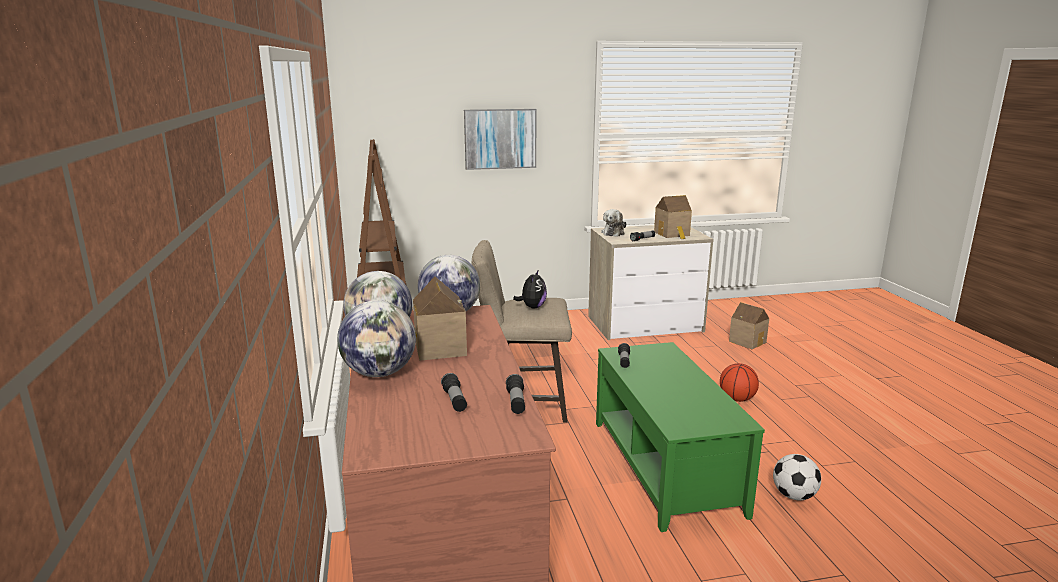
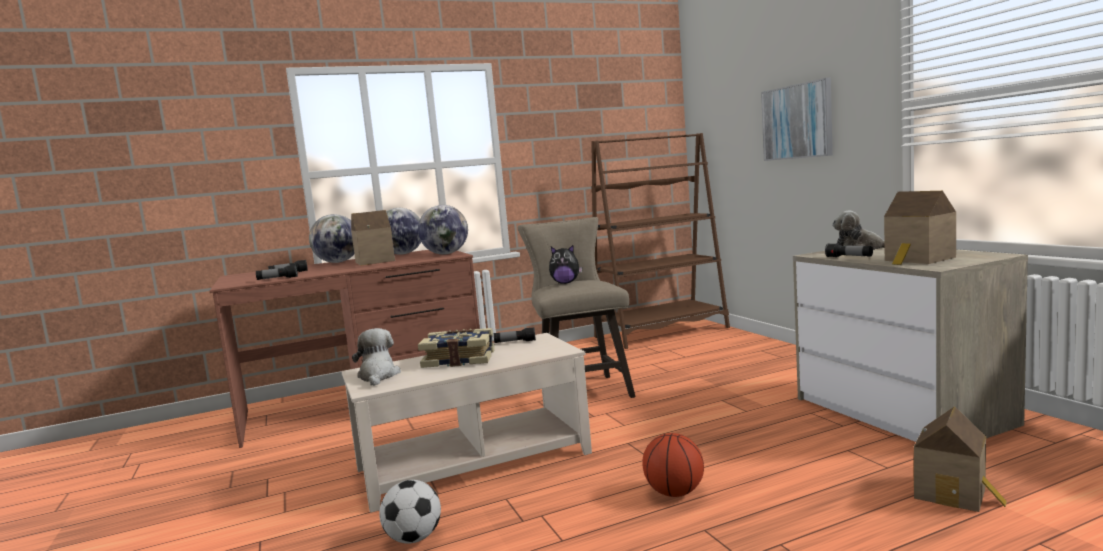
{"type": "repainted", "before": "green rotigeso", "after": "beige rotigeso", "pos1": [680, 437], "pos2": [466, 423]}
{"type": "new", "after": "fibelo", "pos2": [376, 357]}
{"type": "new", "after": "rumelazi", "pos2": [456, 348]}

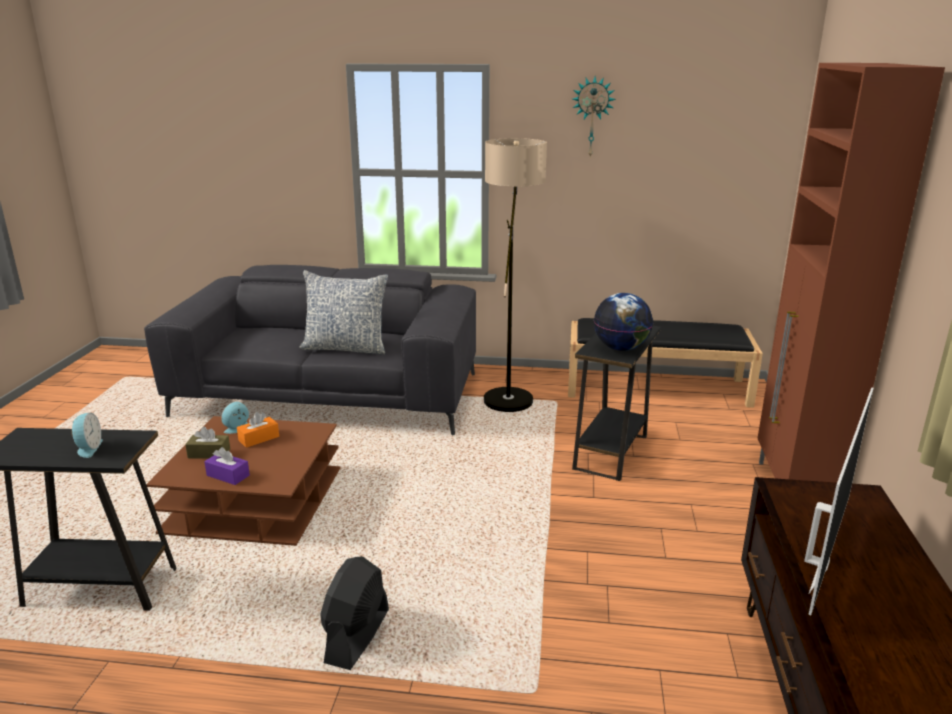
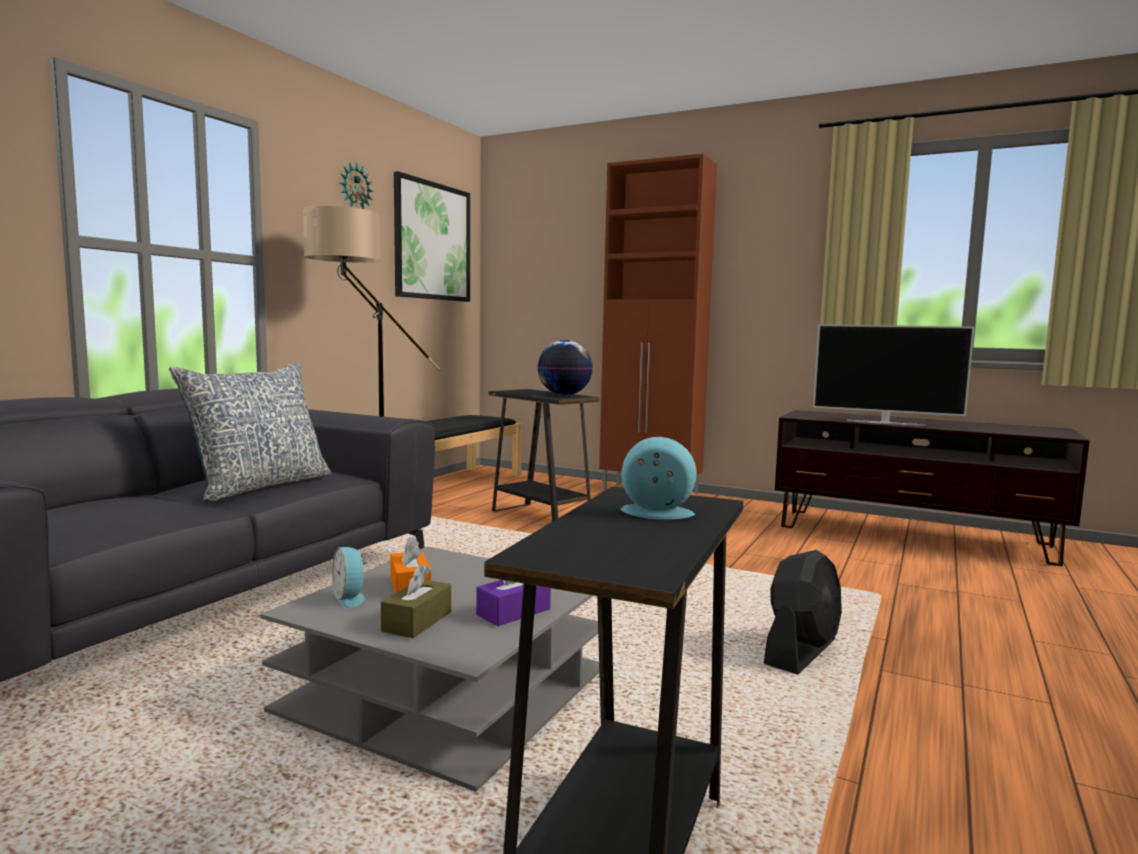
{"type": "repainted", "before": "brown rotigeso", "after": "grey rotigeso", "pos1": [243, 481], "pos2": [429, 669]}
{"type": "rotated", "before": "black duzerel", "pos1": [354, 613], "pos2": [803, 612], "turn": -90}
{"type": "rotated", "before": "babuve", "pos1": [839, 501], "pos2": [893, 375], "turn": 150}
{"type": "new", "after": "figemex", "pos2": [432, 236]}

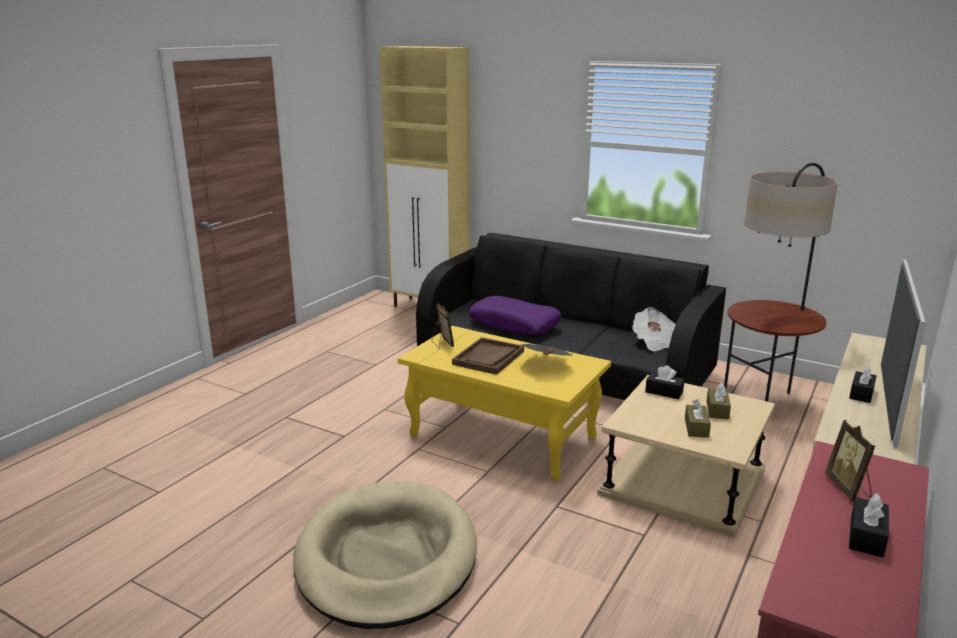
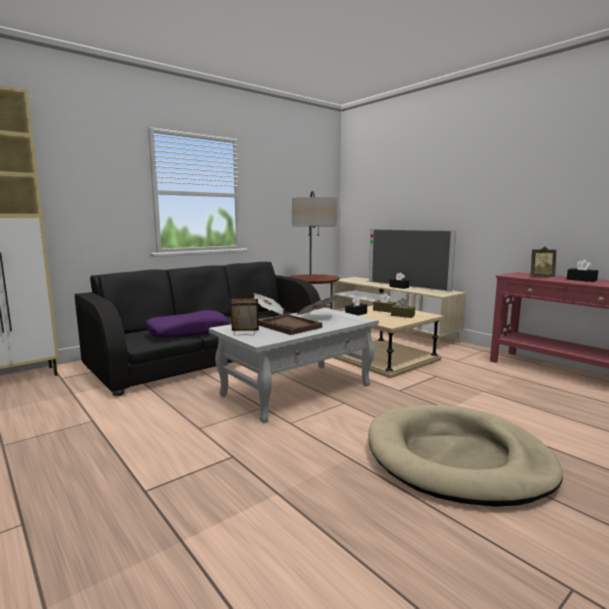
{"type": "repainted", "before": "yellow rotigeso", "after": "white rotigeso", "pos1": [504, 403], "pos2": [294, 365]}

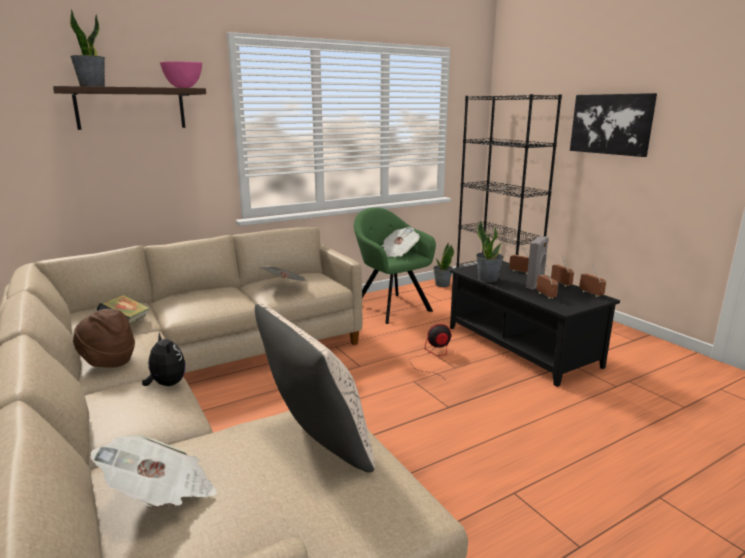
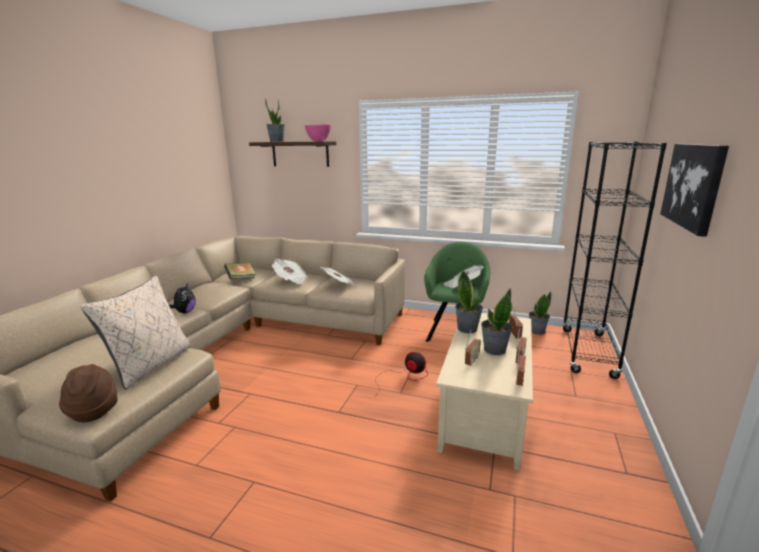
{"type": "shifted", "before": "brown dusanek", "pos1": [104, 338], "pos2": [88, 393]}
{"type": "shifted", "before": "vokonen", "pos1": [153, 470], "pos2": [290, 271]}
{"type": "repainted", "before": "black rotigeso", "after": "beige rotigeso", "pos1": [535, 324], "pos2": [484, 392]}
{"type": "swapped", "before": "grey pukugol", "after": "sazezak", "pos1": [537, 263], "pos2": [497, 321]}

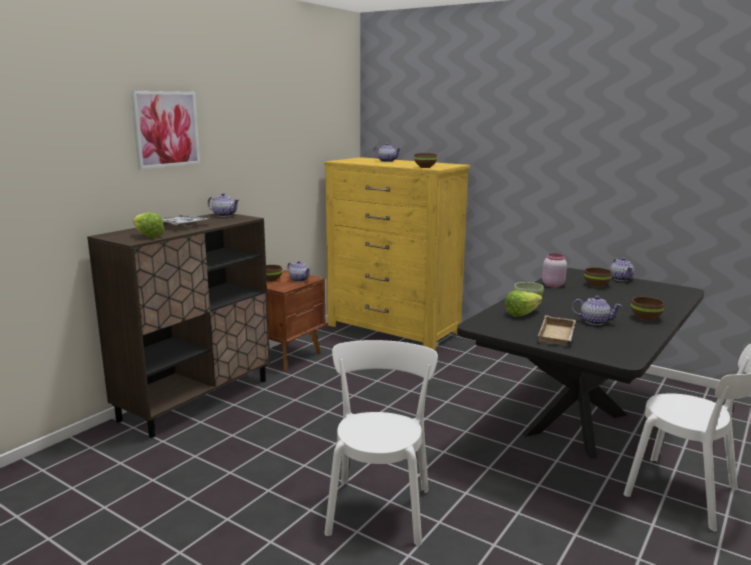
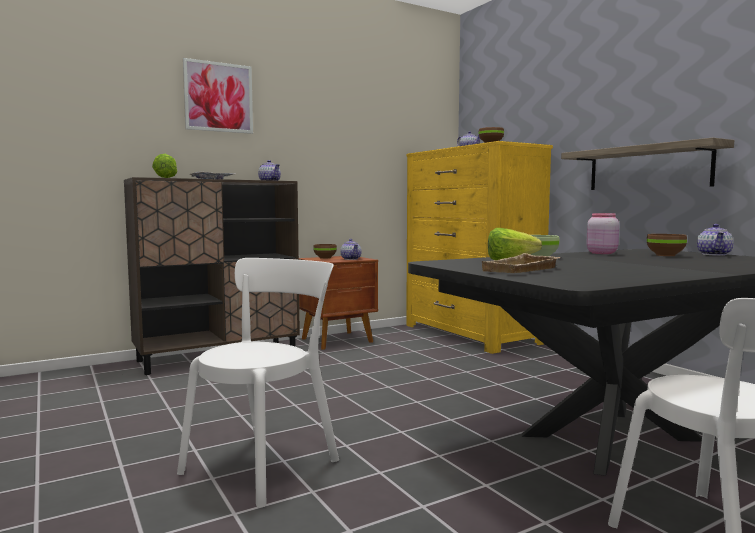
{"type": "gone", "before": "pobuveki", "pos1": [597, 310]}
{"type": "gone", "before": "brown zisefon", "pos1": [648, 309]}
{"type": "new", "after": "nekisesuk", "pos2": [647, 164]}

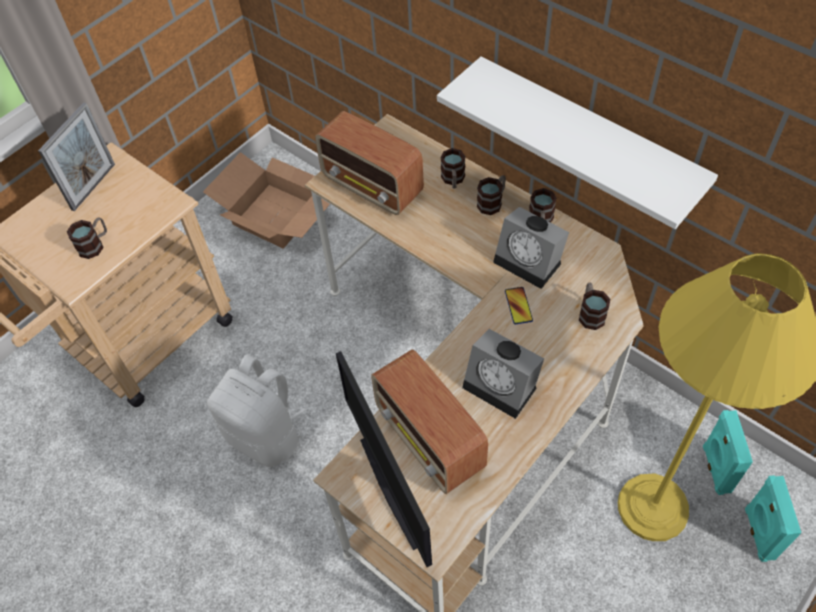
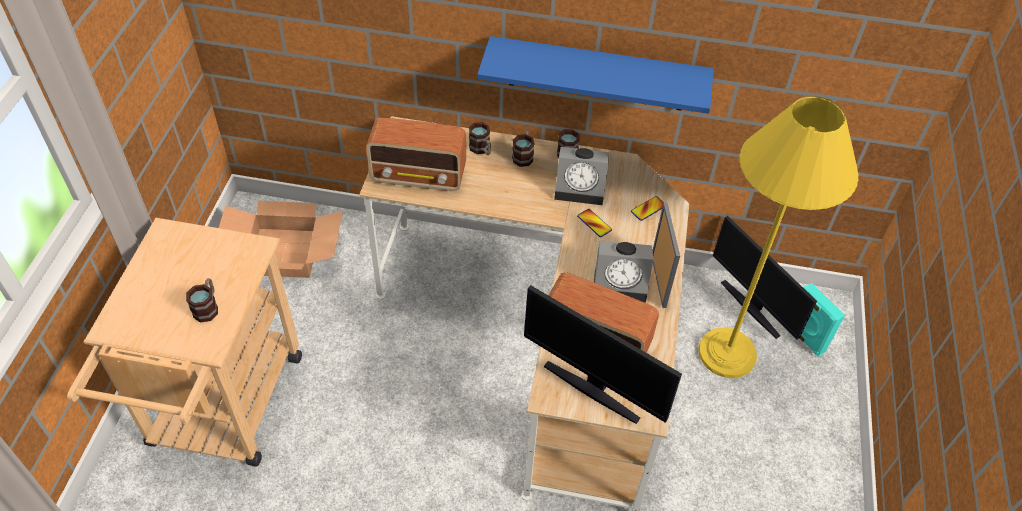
{"type": "shifted", "before": "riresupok", "pos1": [76, 156], "pos2": [666, 255]}
{"type": "gone", "before": "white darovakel", "pos1": [256, 411]}
{"type": "repainted", "before": "white nekisesuk", "after": "blue nekisesuk", "pos1": [577, 142], "pos2": [595, 75]}
{"type": "swapped", "before": "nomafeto", "after": "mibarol", "pos1": [594, 306], "pos2": [647, 208]}
{"type": "swapped", "before": "turquoise pukugol", "after": "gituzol", "pos1": [728, 452], "pos2": [765, 278]}

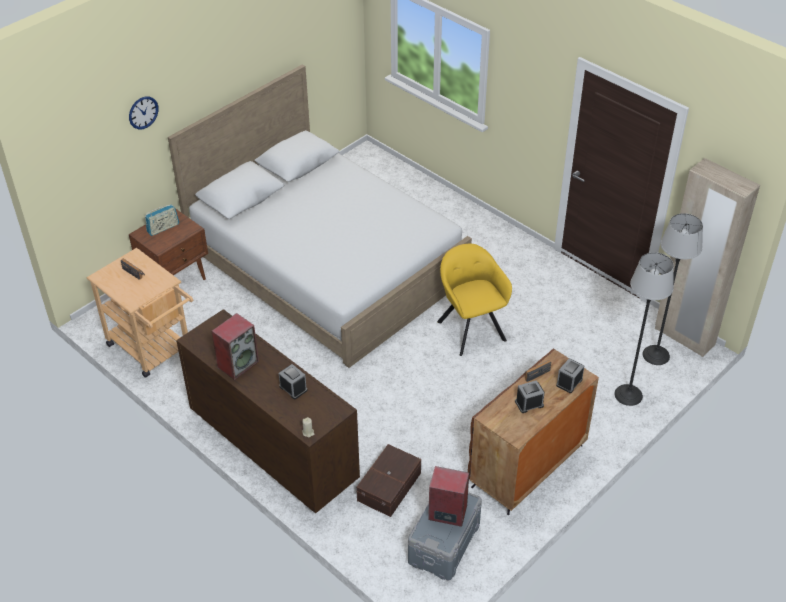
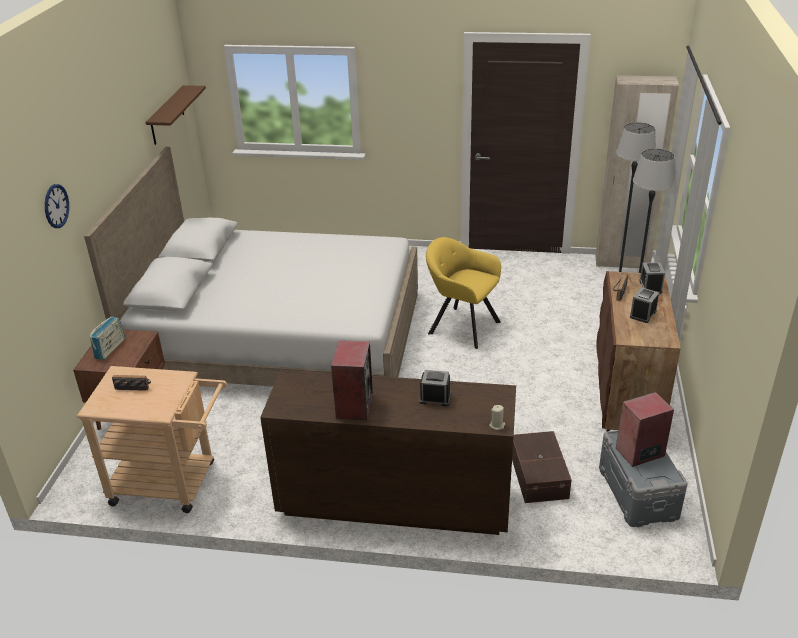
{"type": "new", "after": "brown nekisesuk", "pos2": [175, 115]}

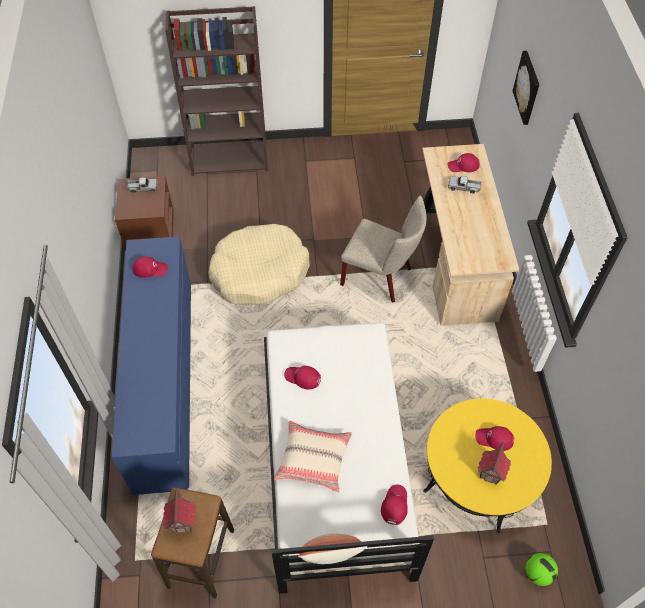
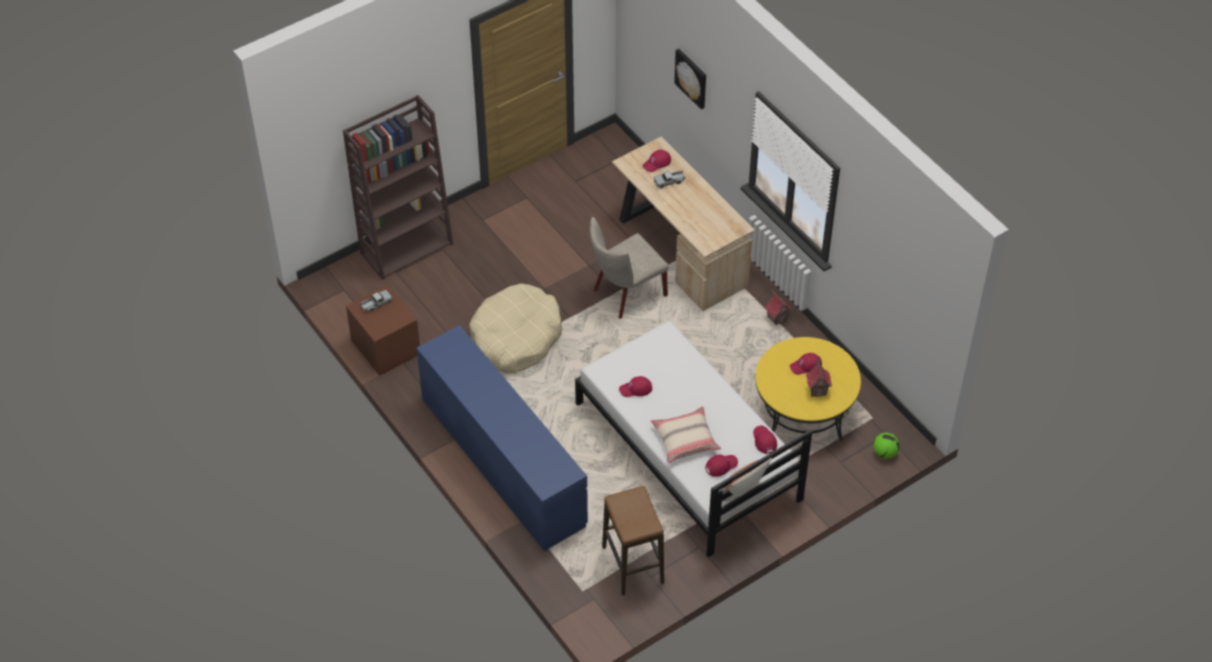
{"type": "shifted", "before": "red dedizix", "pos1": [150, 267], "pos2": [721, 465]}
{"type": "shifted", "before": "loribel", "pos1": [179, 510], "pos2": [778, 306]}
{"type": "rotated", "before": "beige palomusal", "pos1": [383, 249], "pos2": [629, 268], "turn": 150}

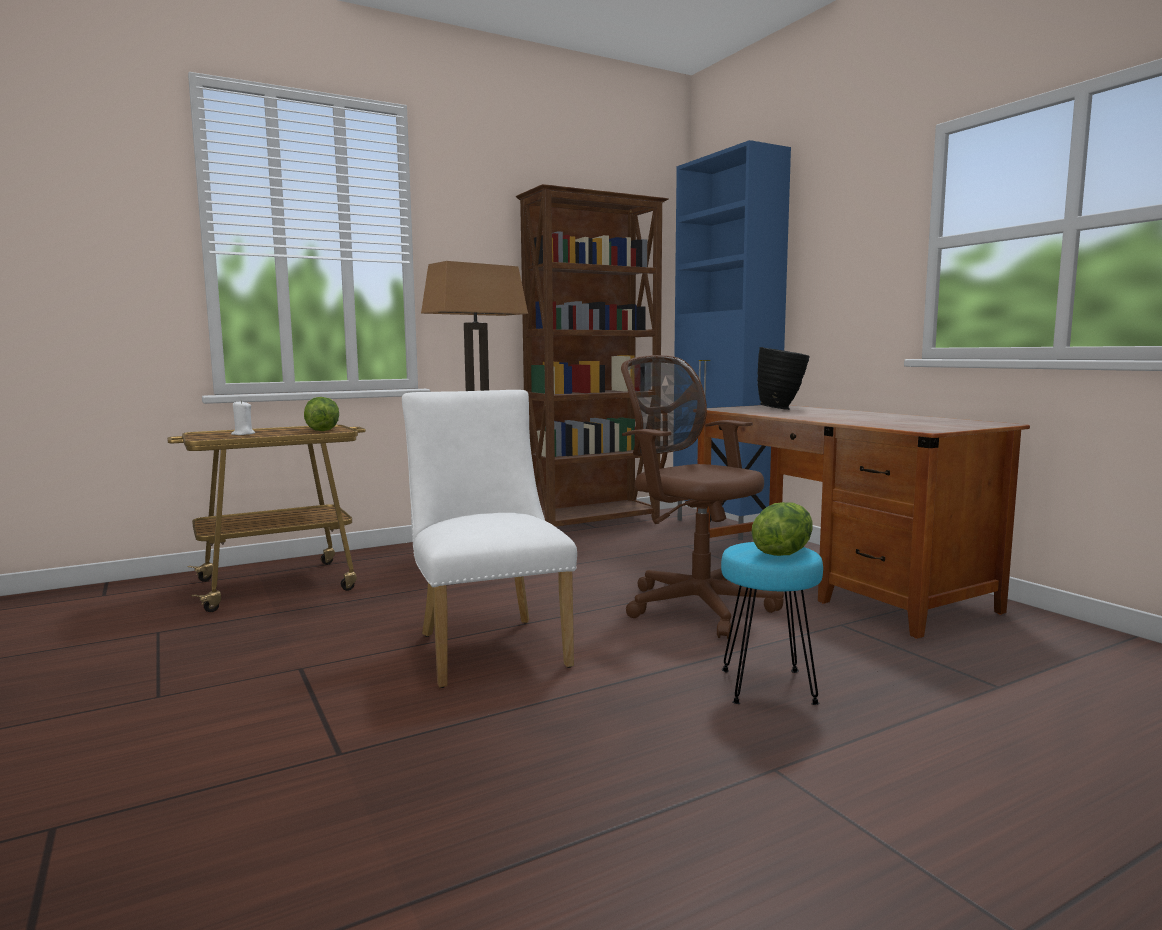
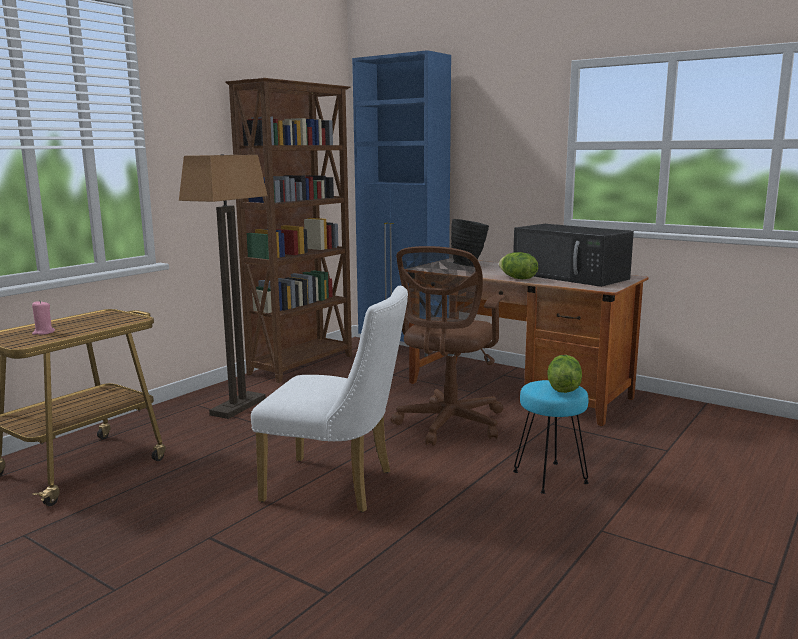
{"type": "repainted", "before": "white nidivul", "after": "pink nidivul", "pos1": [243, 417], "pos2": [43, 317]}
{"type": "shifted", "before": "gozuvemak", "pos1": [321, 414], "pos2": [518, 265]}
{"type": "rotated", "before": "white palomusal", "pos1": [489, 539], "pos2": [329, 399], "turn": 150}
{"type": "rotated", "before": "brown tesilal", "pos1": [702, 497], "pos2": [448, 346], "turn": -90}
{"type": "new", "after": "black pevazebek", "pos2": [573, 255]}

